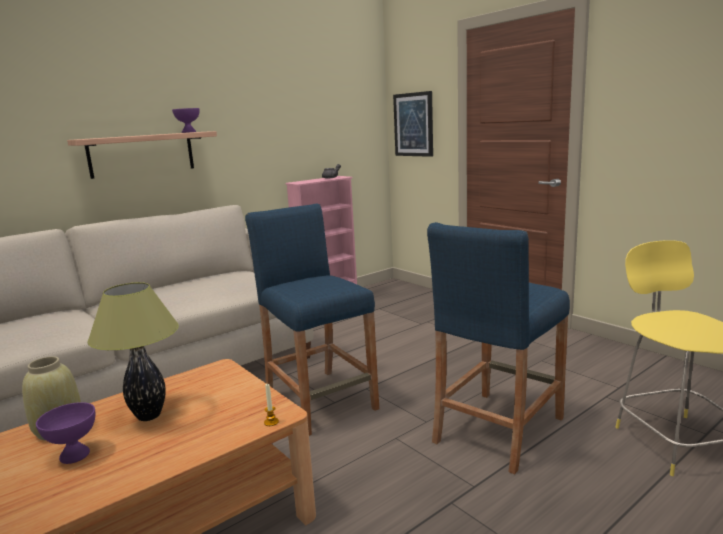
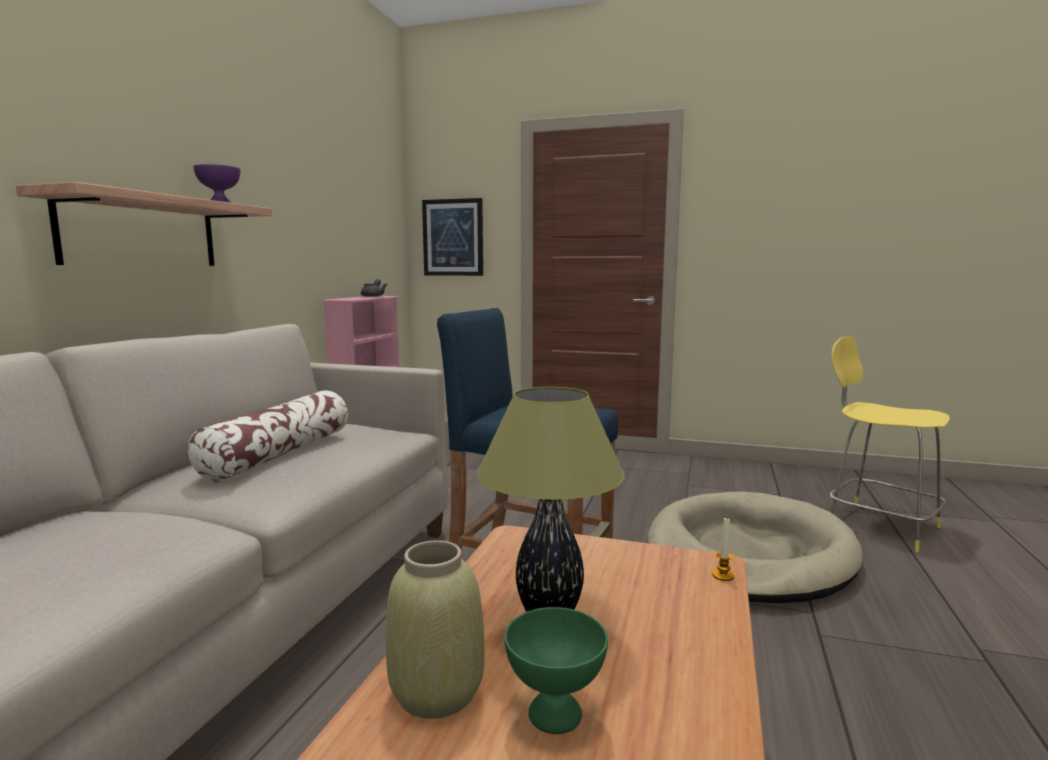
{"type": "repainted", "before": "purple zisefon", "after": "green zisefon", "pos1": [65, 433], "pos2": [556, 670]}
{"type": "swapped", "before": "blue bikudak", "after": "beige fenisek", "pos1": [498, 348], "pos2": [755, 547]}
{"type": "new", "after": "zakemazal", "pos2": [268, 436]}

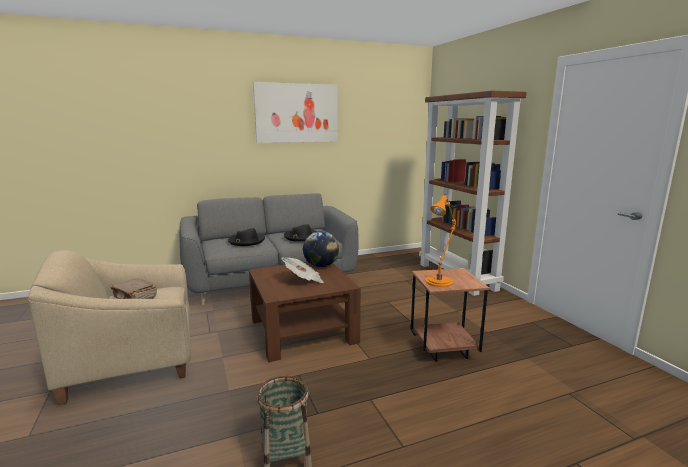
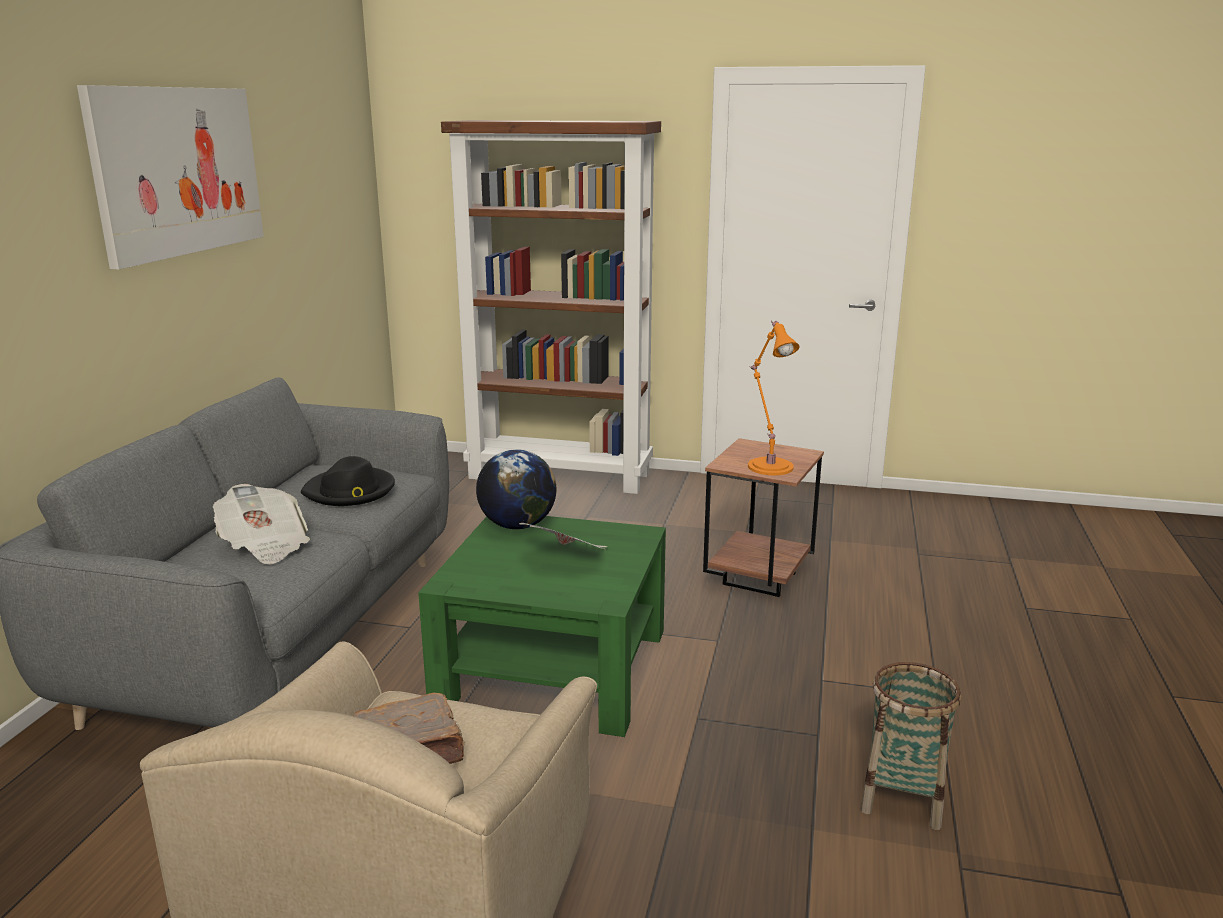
{"type": "swapped", "before": "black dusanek", "after": "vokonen", "pos1": [246, 237], "pos2": [261, 524]}
{"type": "repainted", "before": "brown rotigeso", "after": "green rotigeso", "pos1": [305, 312], "pos2": [542, 626]}

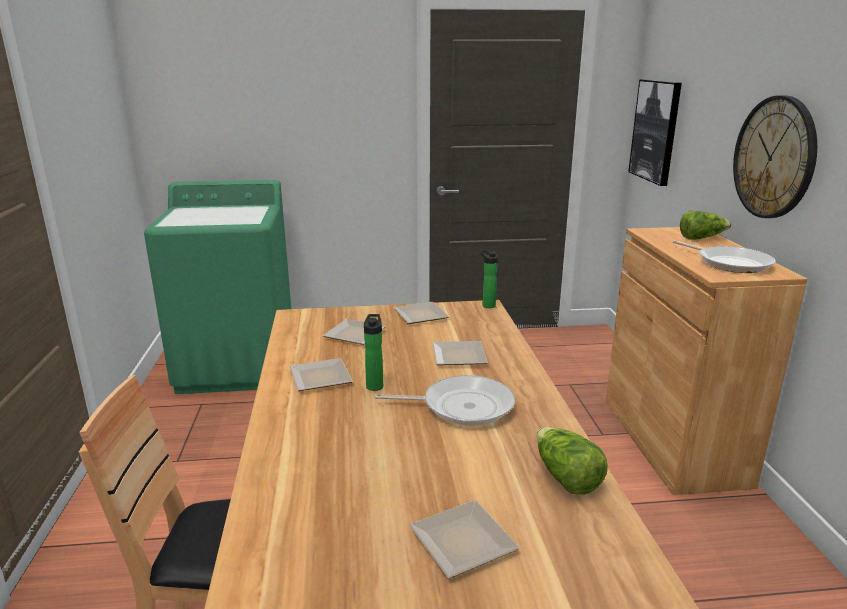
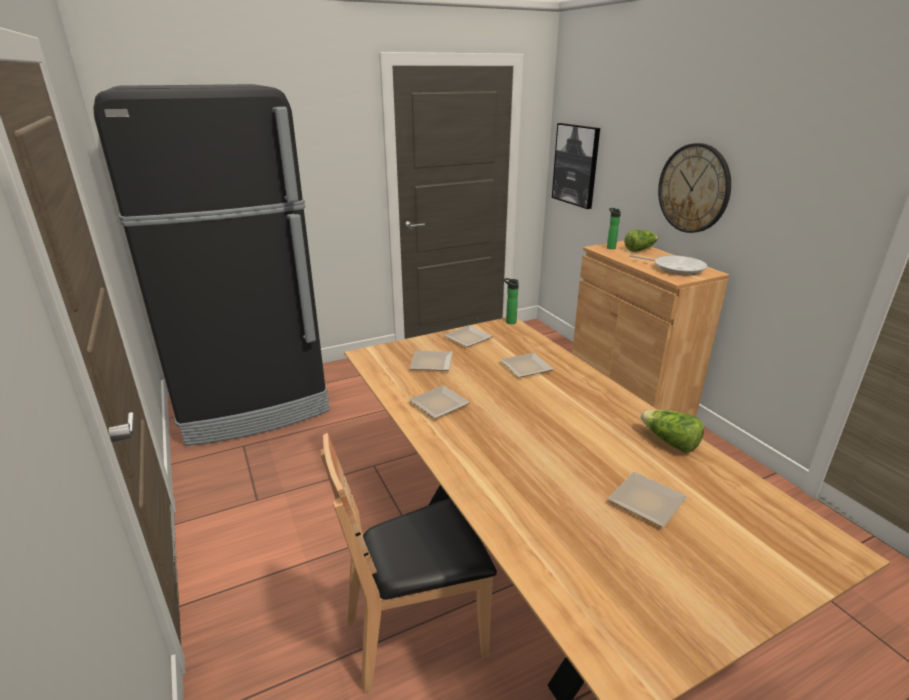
{"type": "swapped", "before": "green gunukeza", "after": "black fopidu", "pos1": [217, 287], "pos2": [211, 265]}
{"type": "shifted", "before": "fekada", "pos1": [373, 352], "pos2": [614, 228]}
{"type": "gone", "before": "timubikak", "pos1": [445, 400]}

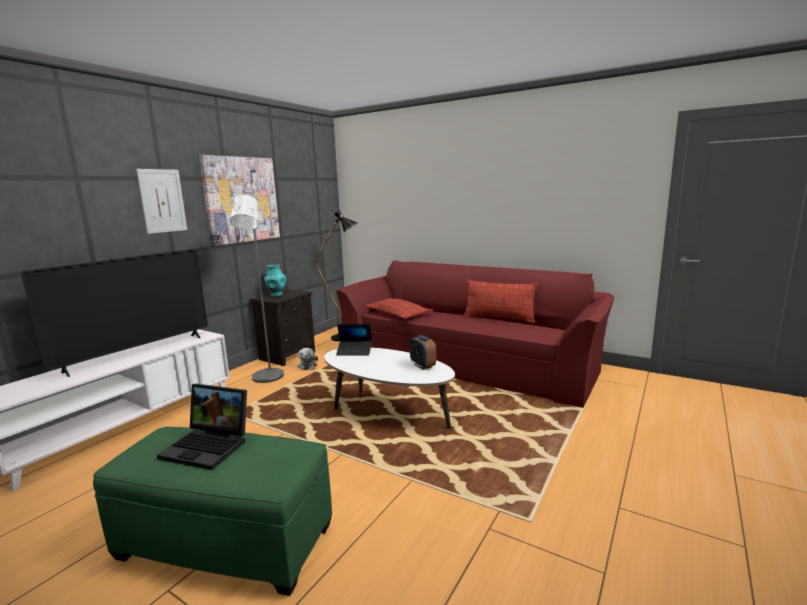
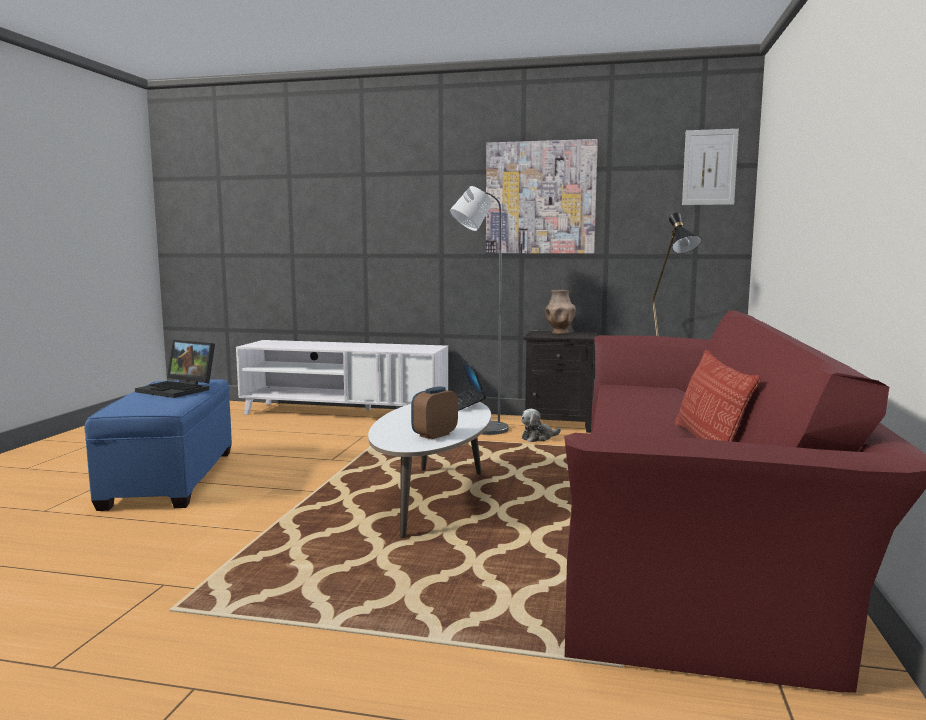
{"type": "gone", "before": "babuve", "pos1": [114, 313]}
{"type": "repainted", "before": "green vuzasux", "after": "blue vuzasux", "pos1": [212, 511], "pos2": [158, 445]}
{"type": "shifted", "before": "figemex", "pos1": [161, 201], "pos2": [710, 167]}
{"type": "rotated", "before": "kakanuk", "pos1": [202, 427], "pos2": [175, 369], "turn": -60}
{"type": "repainted", "before": "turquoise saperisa", "after": "brown saperisa", "pos1": [275, 280], "pos2": [560, 312]}
{"type": "gone", "before": "zakemazal", "pos1": [399, 308]}

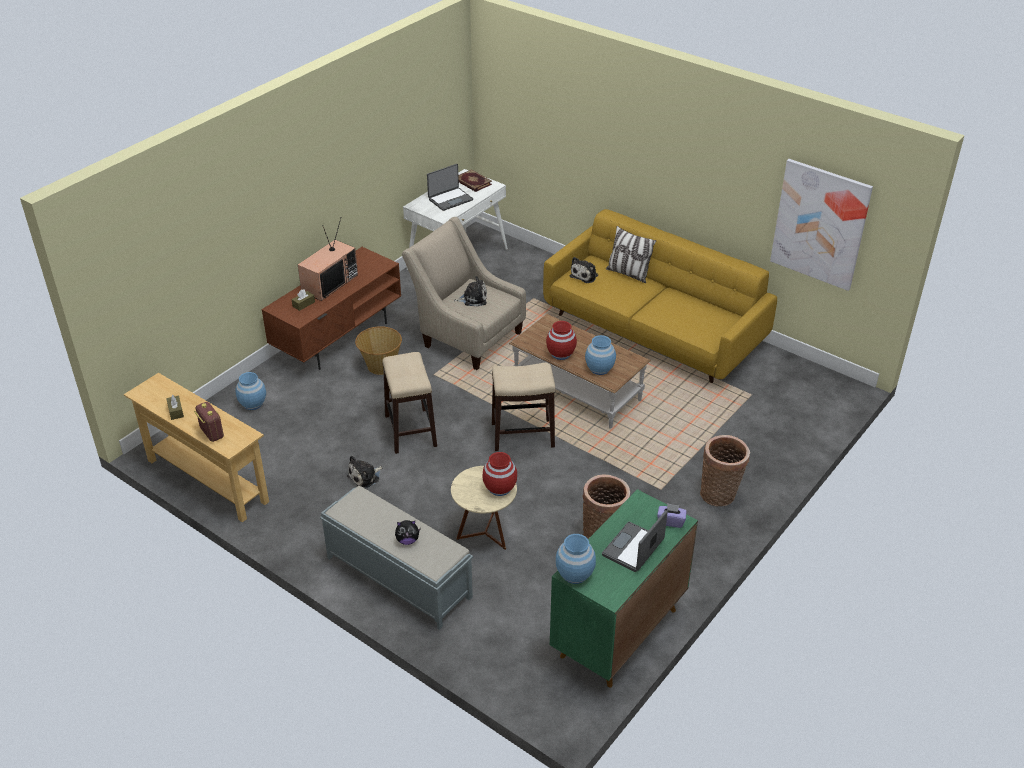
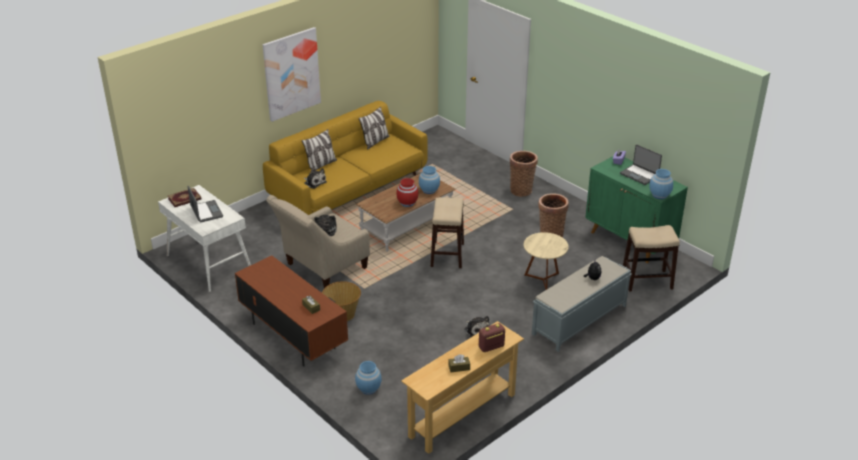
{"type": "gone", "before": "babuve", "pos1": [328, 259]}
{"type": "shifted", "before": "bikudak", "pos1": [409, 403], "pos2": [651, 258]}
{"type": "gone", "before": "red saperisa", "pos1": [499, 474]}
{"type": "shifted", "before": "figemex", "pos1": [821, 225], "pos2": [291, 74]}
{"type": "new", "after": "zakemazal", "pos2": [374, 128]}

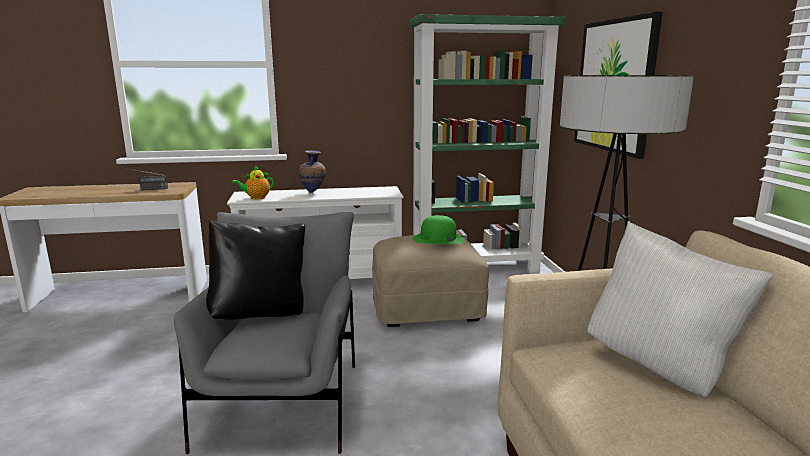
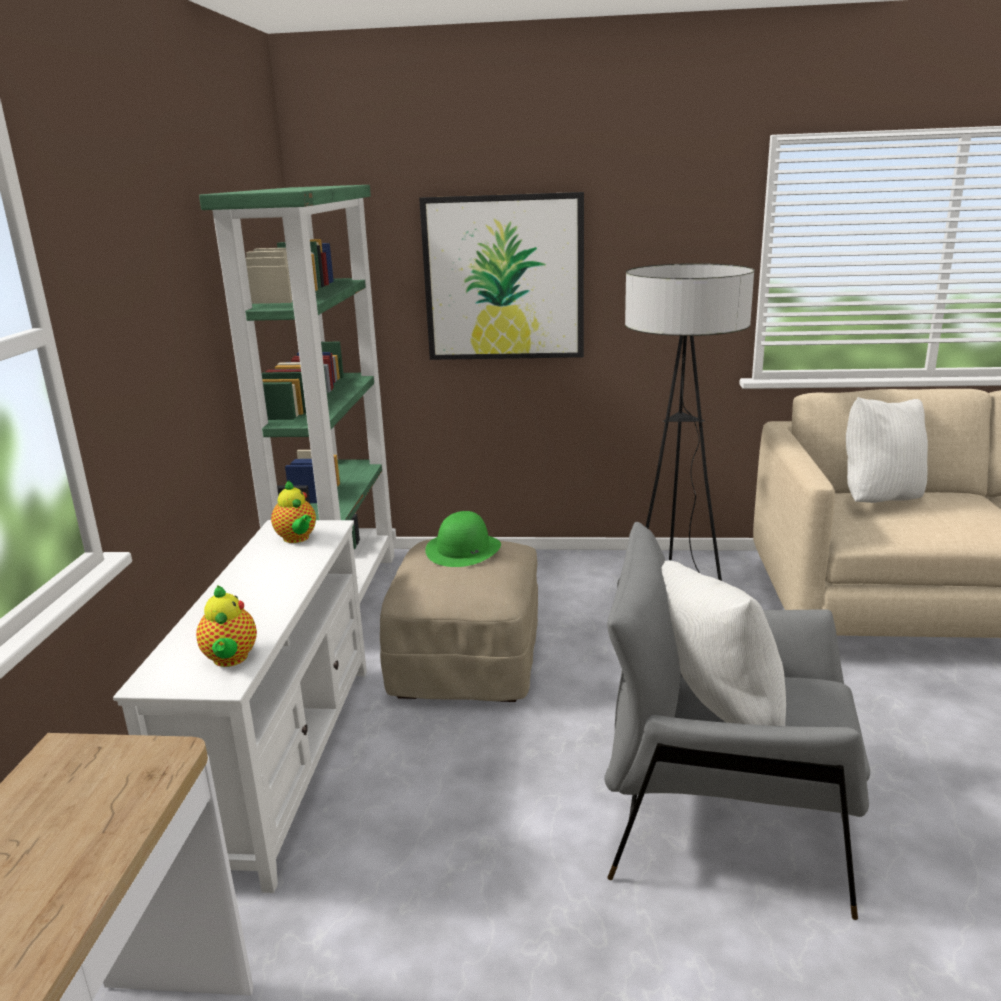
{"type": "gone", "before": "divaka", "pos1": [146, 179]}
{"type": "repainted", "before": "black zakemazal", "after": "white zakemazal", "pos1": [255, 270], "pos2": [723, 643]}
{"type": "gone", "before": "saperisa", "pos1": [312, 171]}
{"type": "new", "after": "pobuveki", "pos2": [293, 511]}

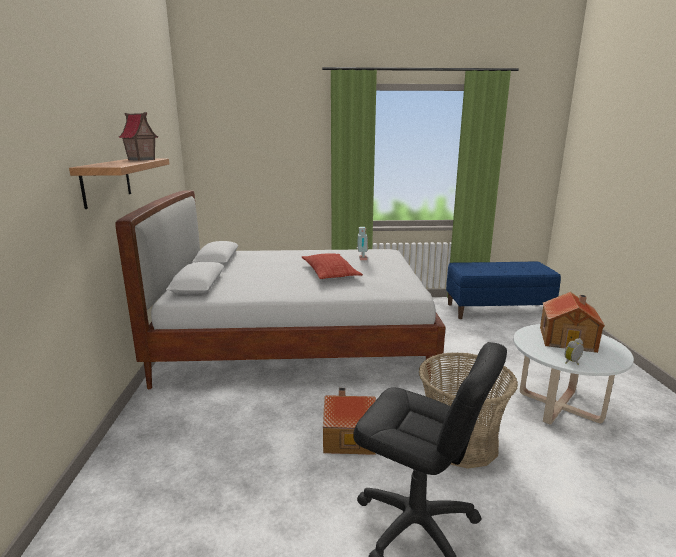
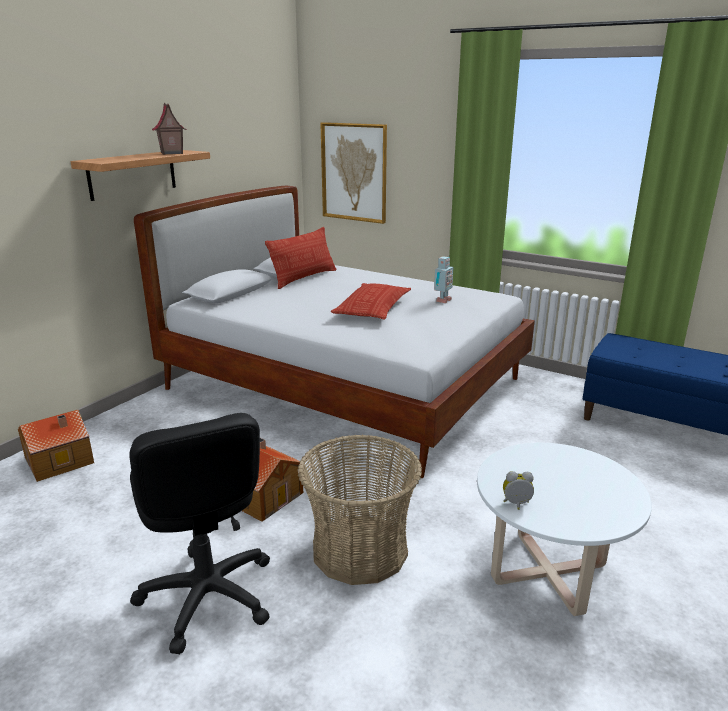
{"type": "shifted", "before": "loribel", "pos1": [572, 322], "pos2": [56, 446]}
{"type": "new", "after": "zakemazal", "pos2": [301, 258]}
{"type": "new", "after": "figemex", "pos2": [353, 173]}

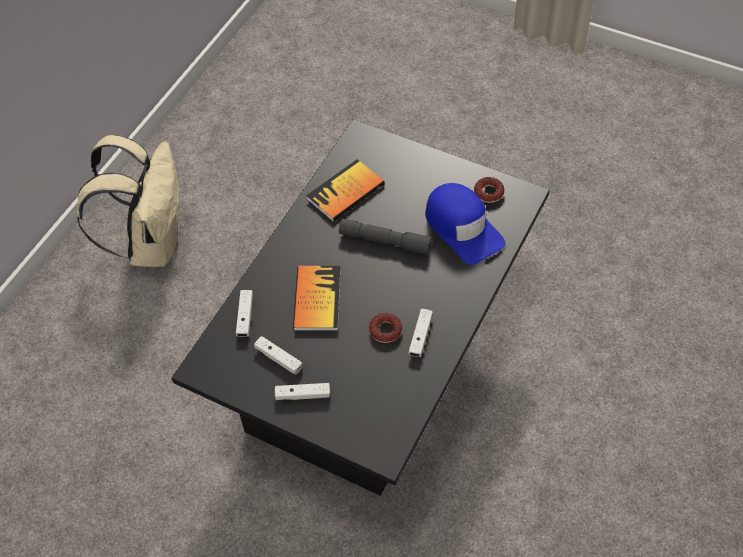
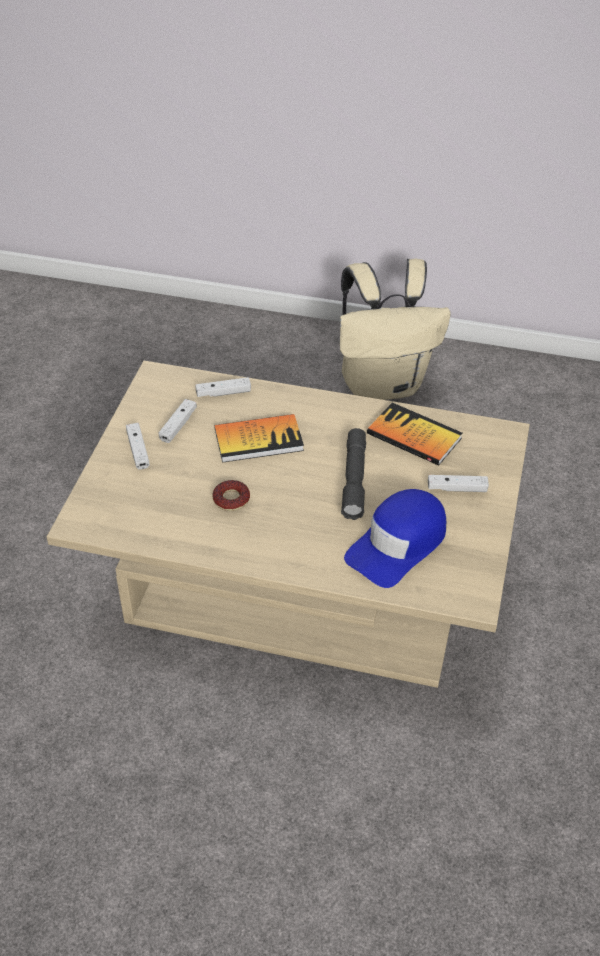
{"type": "repainted", "before": "black rotigeso", "after": "beige rotigeso", "pos1": [360, 307], "pos2": [288, 524]}
{"type": "shifted", "before": "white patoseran", "pos1": [420, 333], "pos2": [458, 483]}
{"type": "gone", "before": "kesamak", "pos1": [489, 190]}

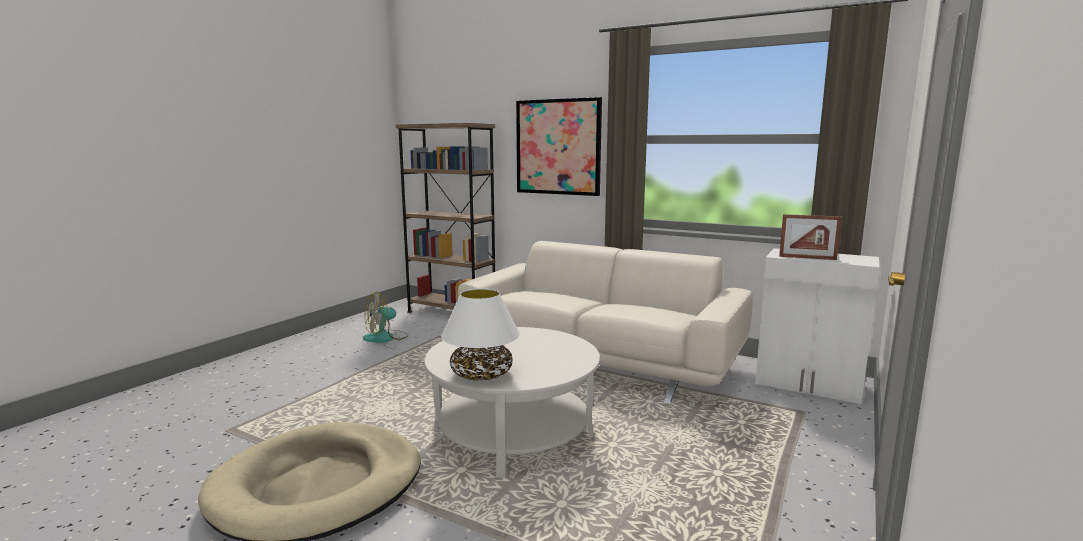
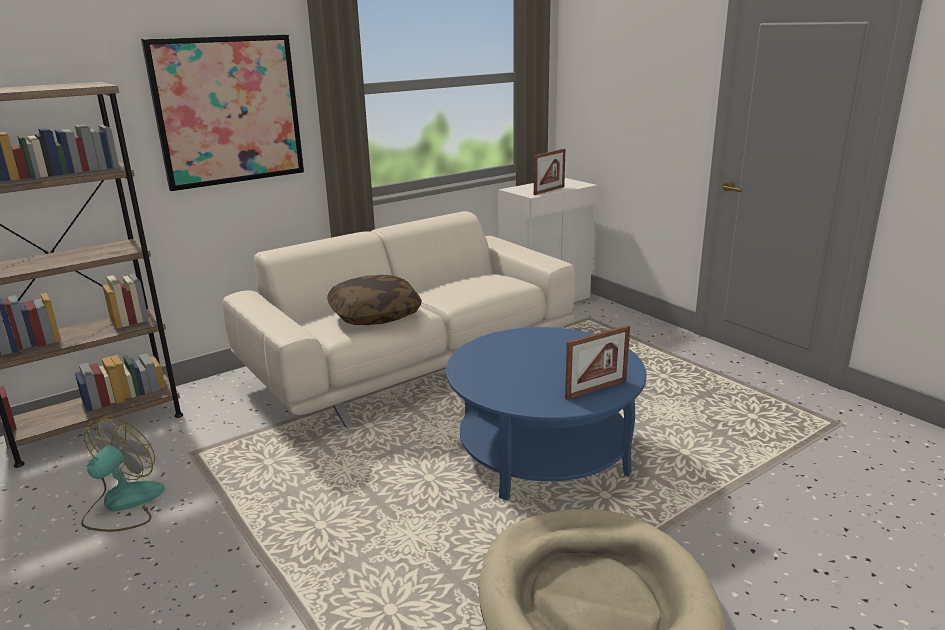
{"type": "rotated", "before": "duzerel", "pos1": [385, 317], "pos2": [123, 474], "turn": -150}
{"type": "repainted", "before": "white rotigeso", "after": "blue rotigeso", "pos1": [512, 402], "pos2": [546, 413]}
{"type": "swapped", "before": "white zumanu", "after": "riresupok", "pos1": [480, 334], "pos2": [597, 362]}
{"type": "new", "after": "zakemazal", "pos2": [374, 300]}

